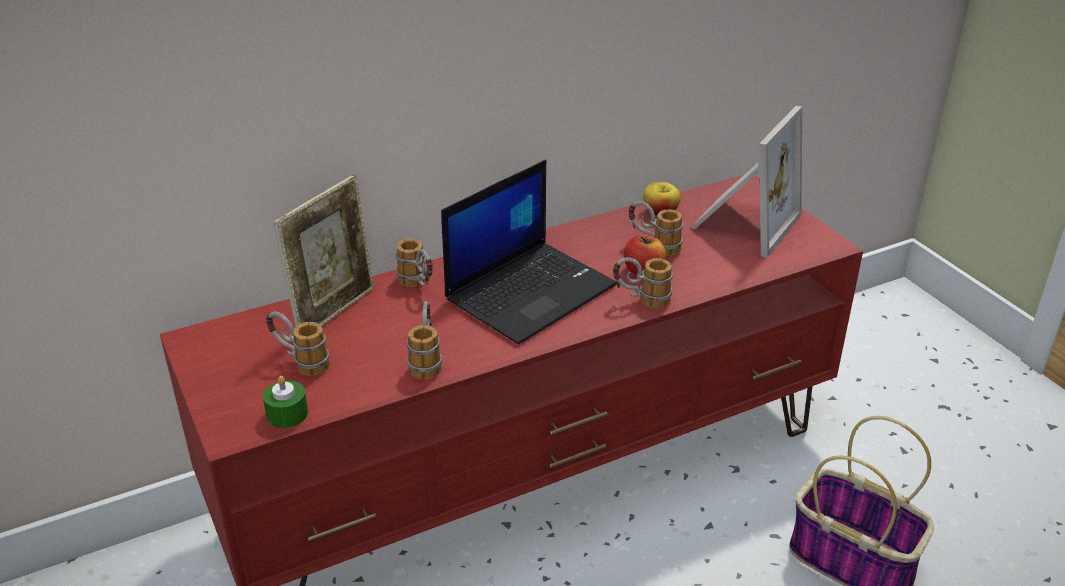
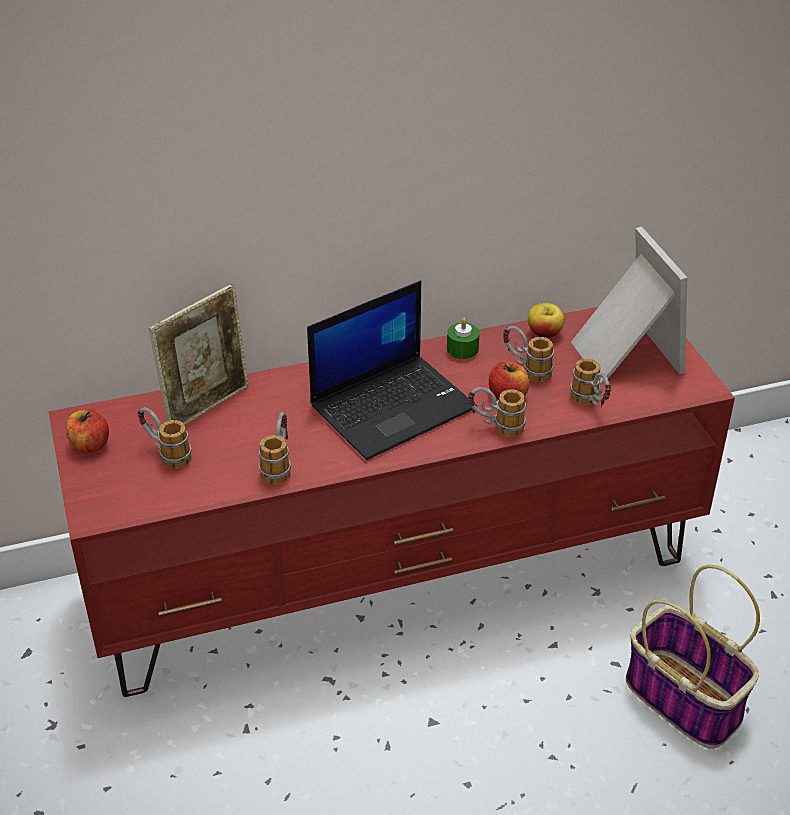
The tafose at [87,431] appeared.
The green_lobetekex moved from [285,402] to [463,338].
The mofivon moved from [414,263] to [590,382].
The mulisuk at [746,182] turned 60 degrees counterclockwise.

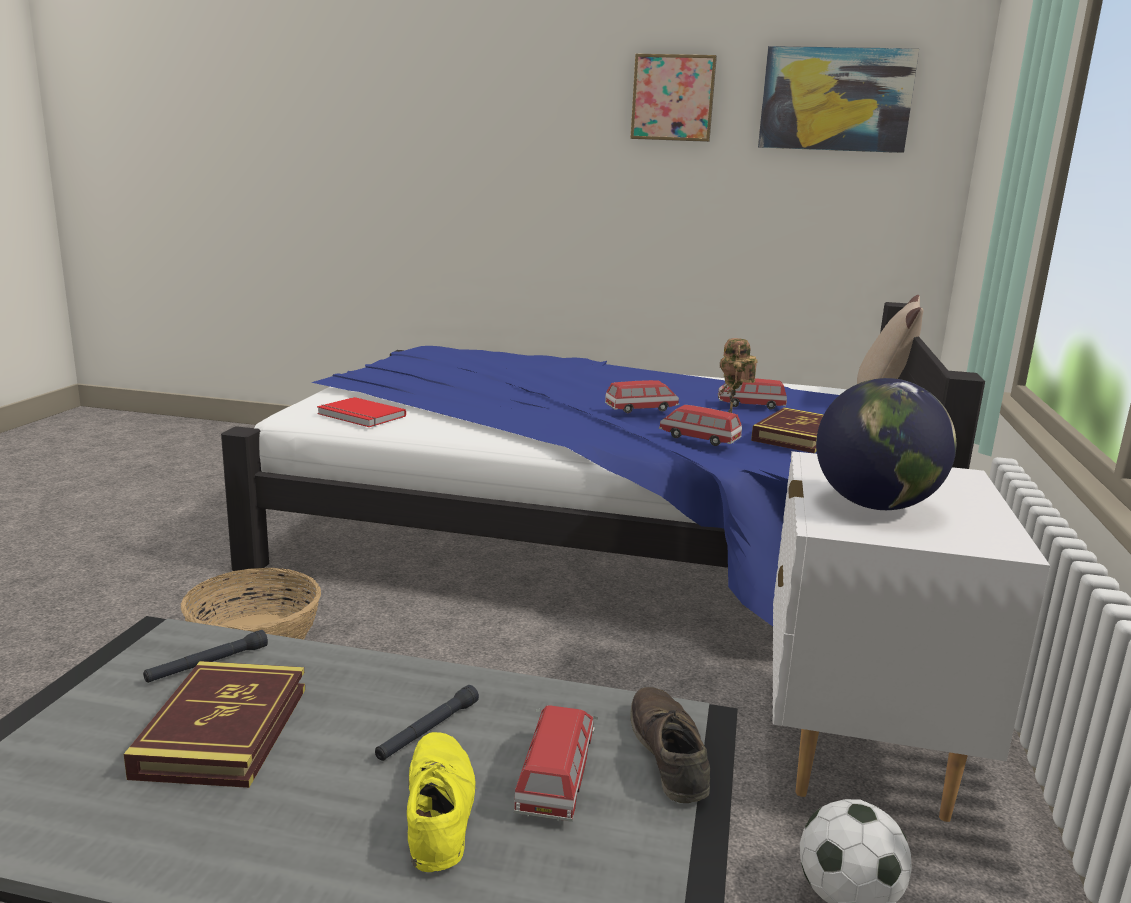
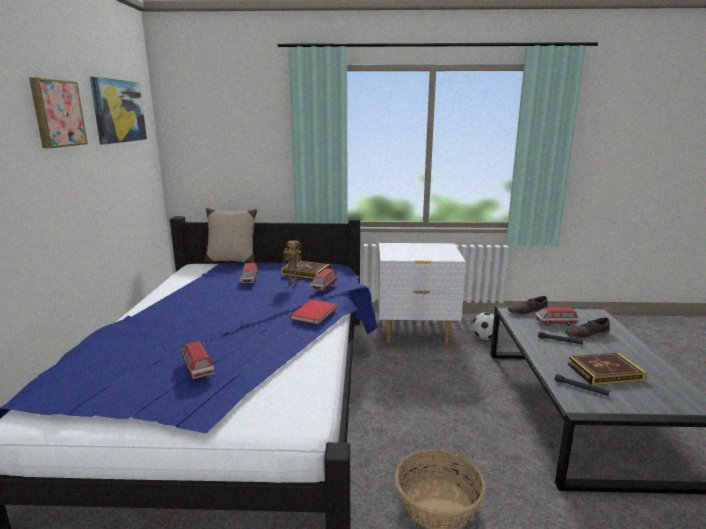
The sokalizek at [886,444] disappeared.
The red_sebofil moved from [361,412] to [313,312].
The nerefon moved from [642,396] to [197,360].
The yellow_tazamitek at [441,802] became the brown_tazamitek at [587,328].

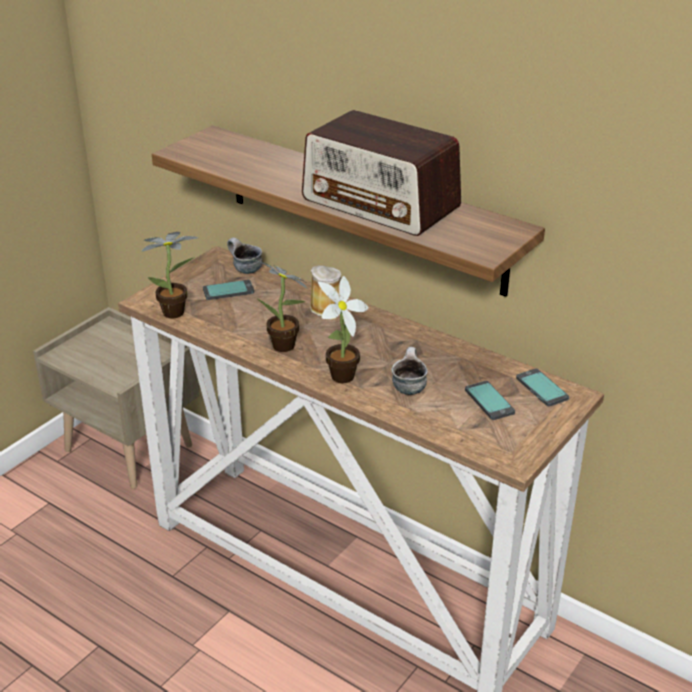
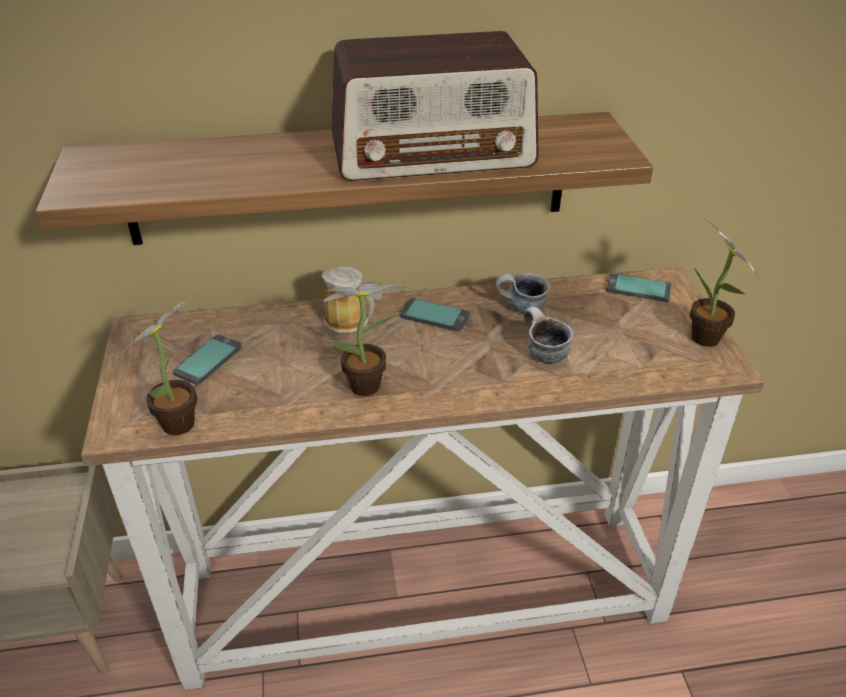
The mofivon moved from [244,256] to [523,293].
The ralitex moved from [343,329] to [725,283].
The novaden moved from [490,400] to [435,314].

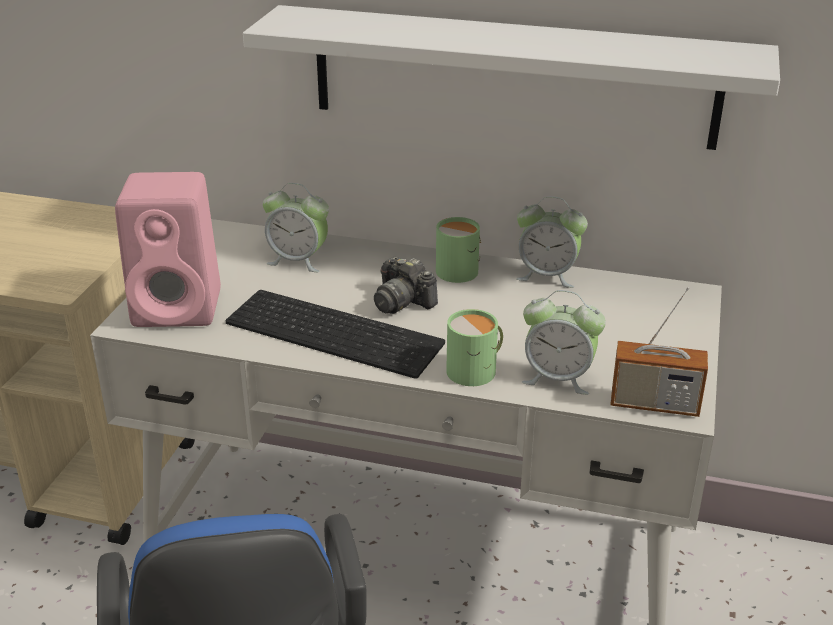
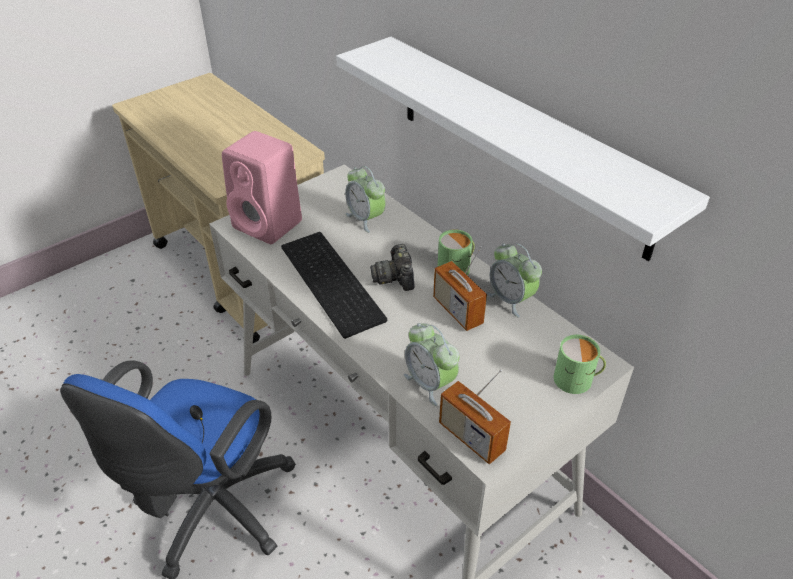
The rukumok at [460,288] appeared.
The green_mofivon moved from [474,347] to [580,364].

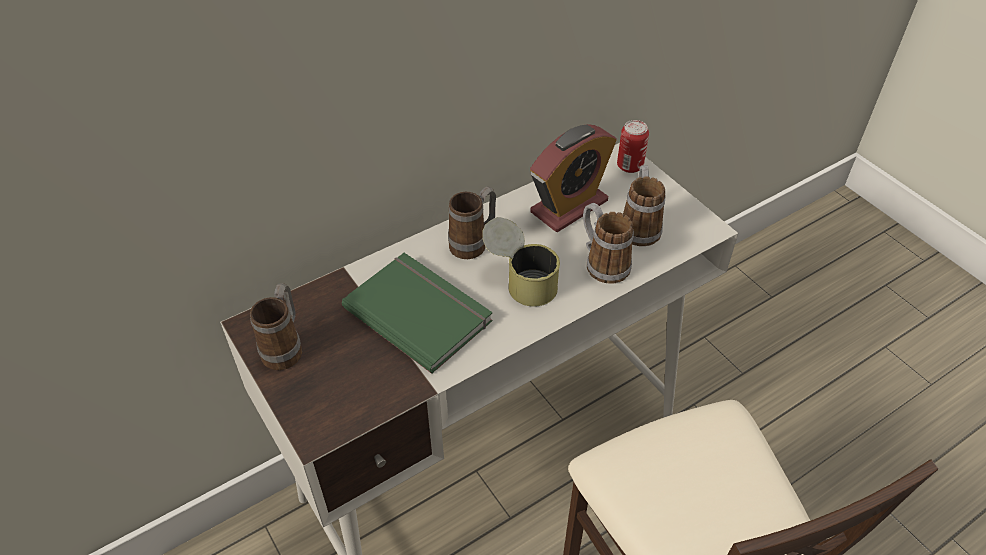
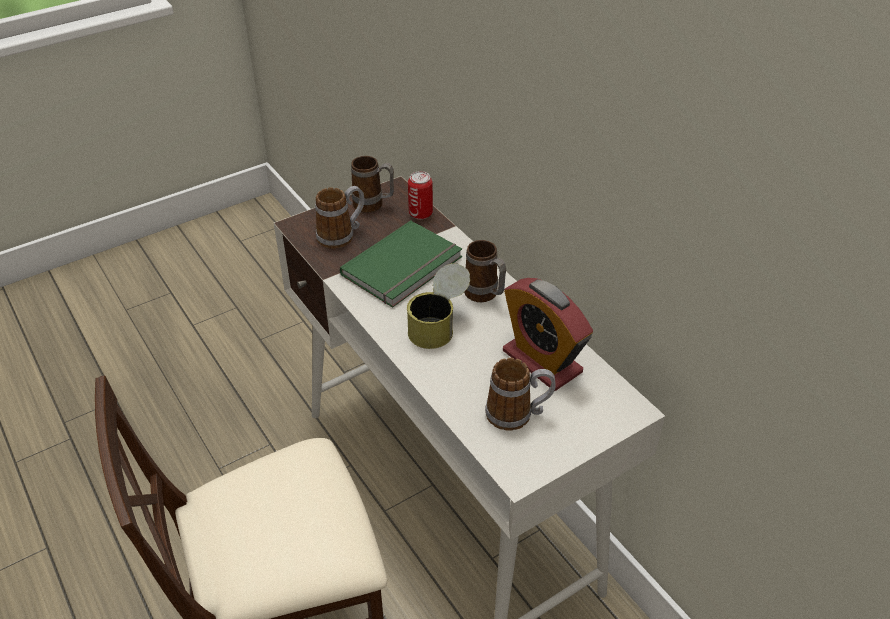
The mofivon moved from [608,243] to [339,217].
The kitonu moved from [633,146] to [420,195].

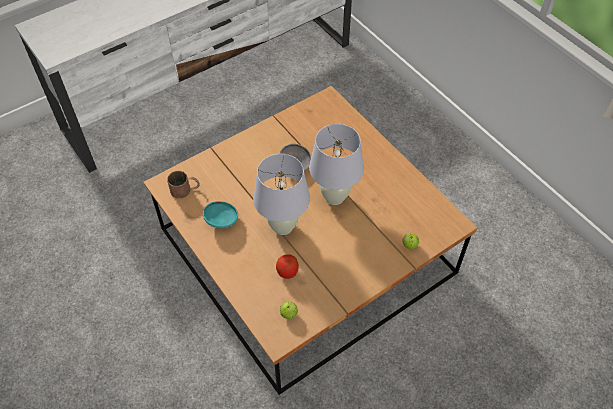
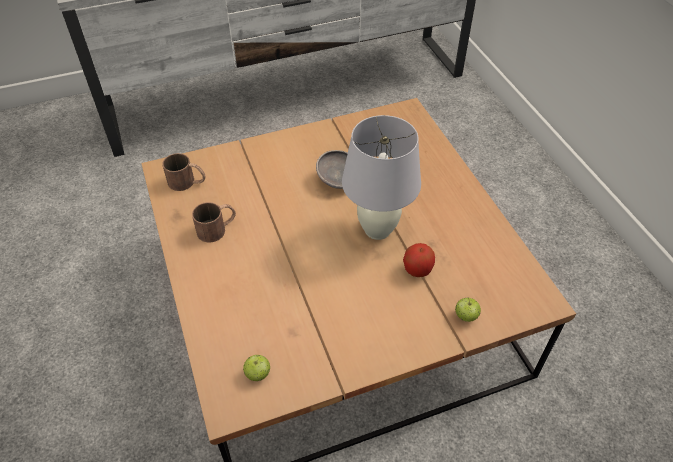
The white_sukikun at [281,194] disappeared.
The tafose moved from [287,266] to [419,260].
The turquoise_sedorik at [220,214] was replaced by the brown_mofivon at [214,222].

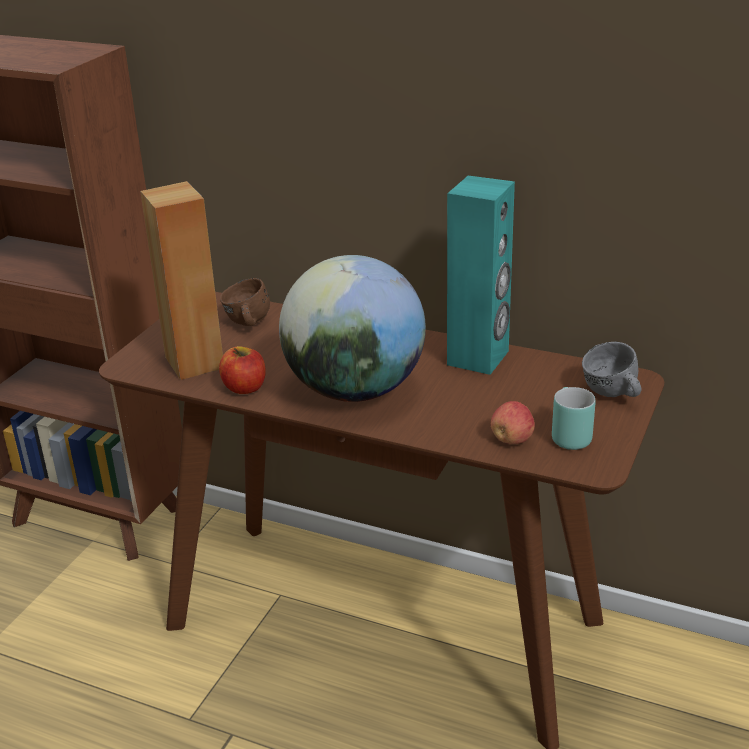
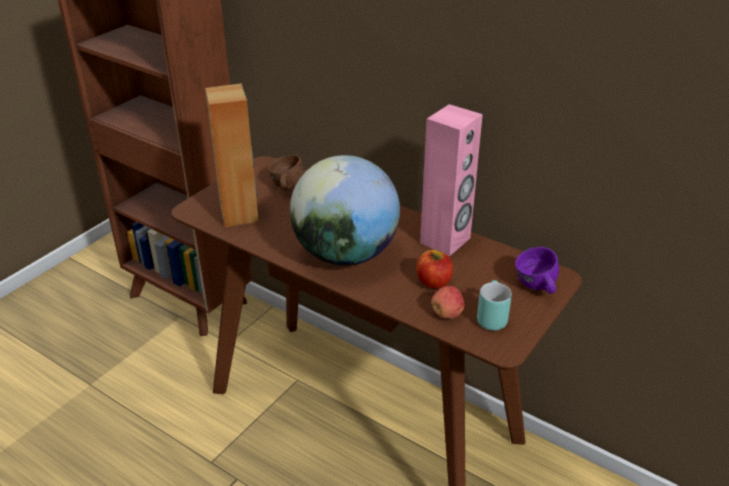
The tafose moved from [242,370] to [434,269].
The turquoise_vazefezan at [481,275] became the pink_vazefezan at [451,180].
The grey_mofivon at [611,369] became the purple_mofivon at [537,270].

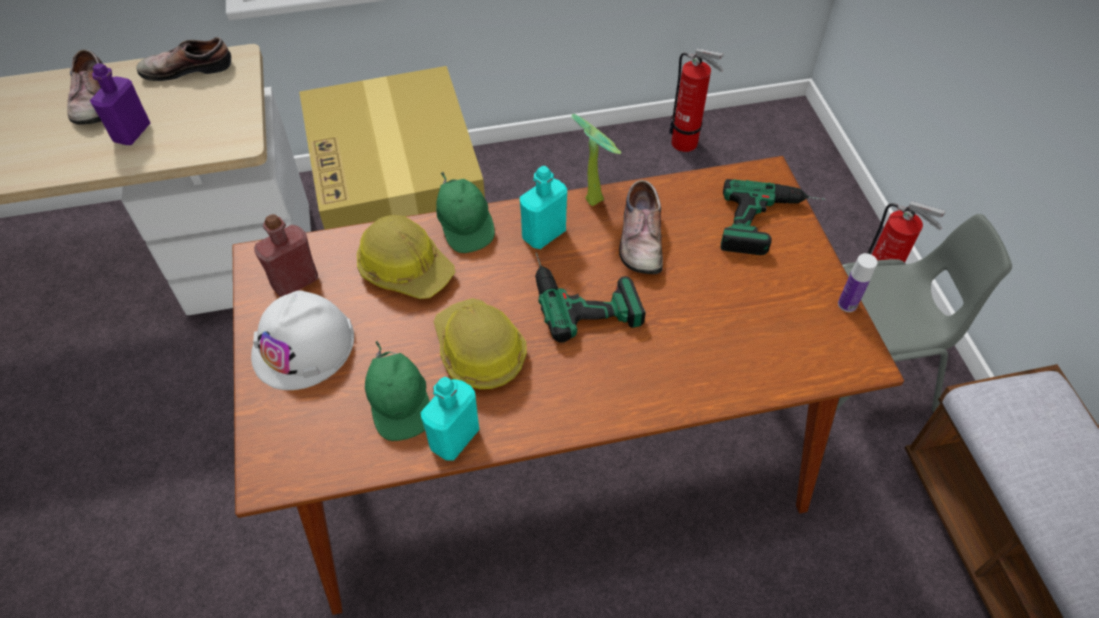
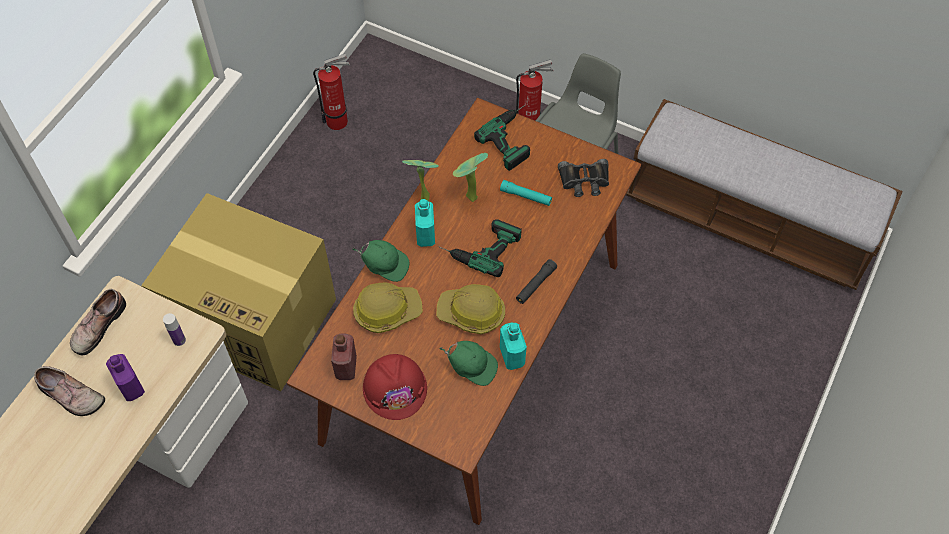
The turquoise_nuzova at [526,193] appeared.
The black_nuzova at [536,281] appeared.
The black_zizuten at [583,178] appeared.
The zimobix moved from [857,282] to [174,329].
The tazamitek at [641,227] was replaced by the ralitex at [470,177].
The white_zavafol at [302,340] became the red_zavafol at [395,387].

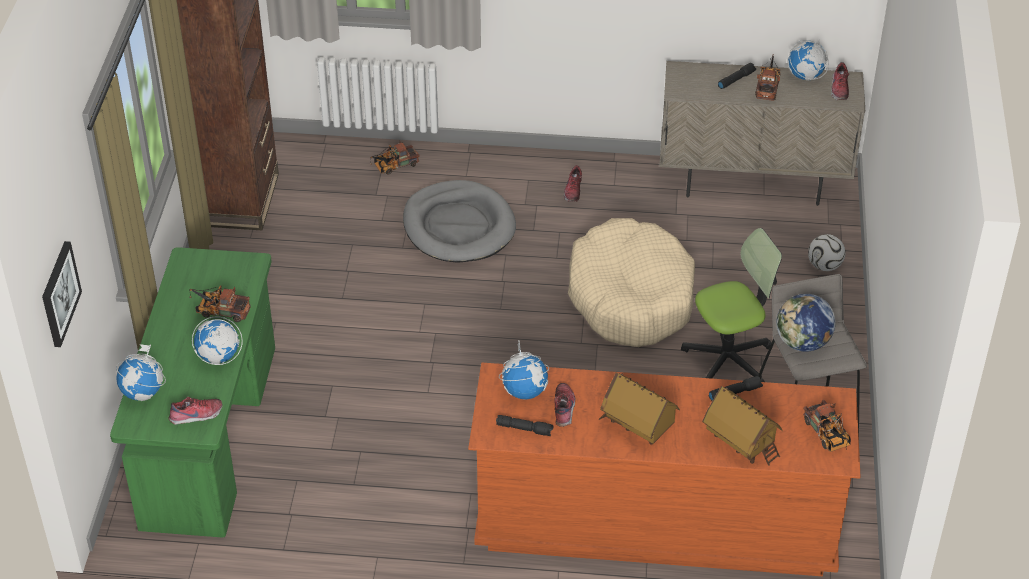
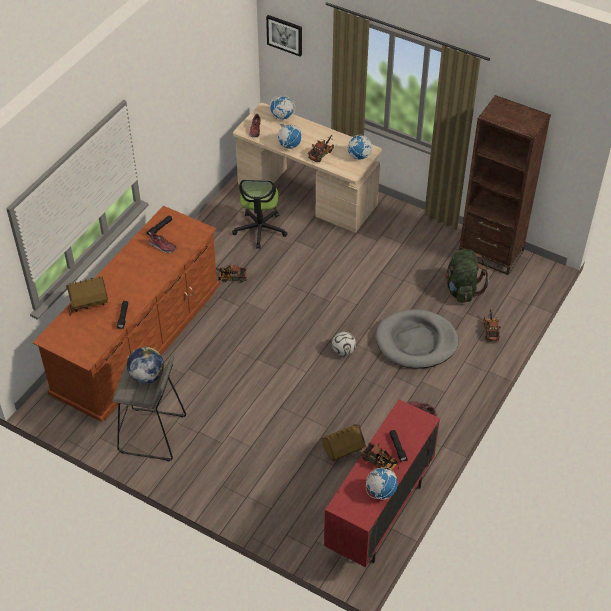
The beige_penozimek at [631,282] disappeared.
The tazamitek at [840,81] disappeared.
The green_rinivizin at [466,276] appeared.
The sokalizek moved from [524,370] to [360,146].
The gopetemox moved from [639,408] to [343,443].
The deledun moved from [731,305] to [260,214].
The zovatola moved from [827,426] to [231,273].
The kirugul moved from [827,252] to [344,344].
The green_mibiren at [192,392] became the beige_mibiren at [307,168].
The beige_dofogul at [762,133] became the red_dofogul at [382,483].

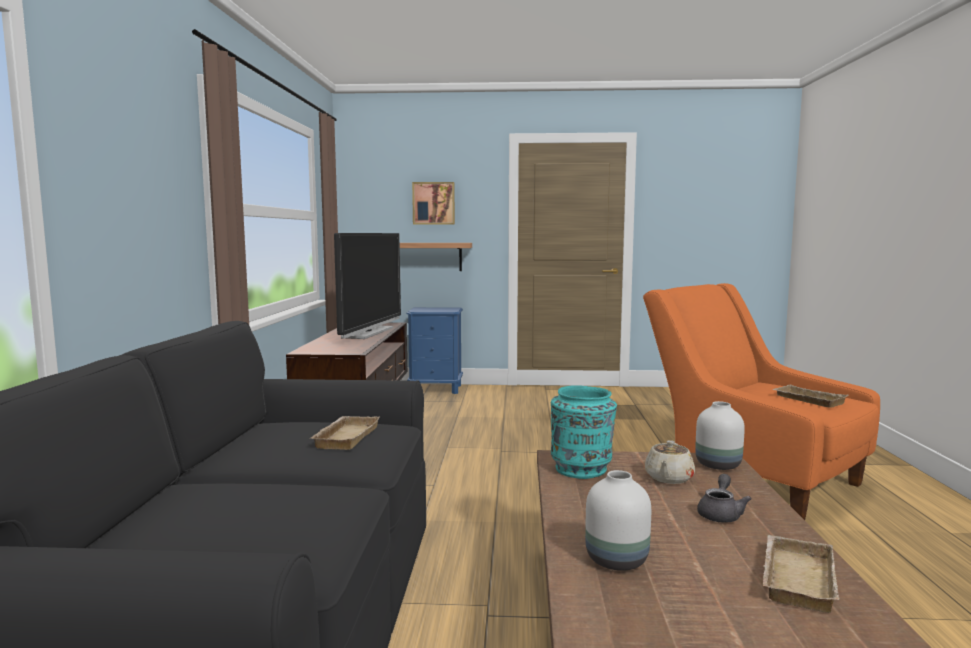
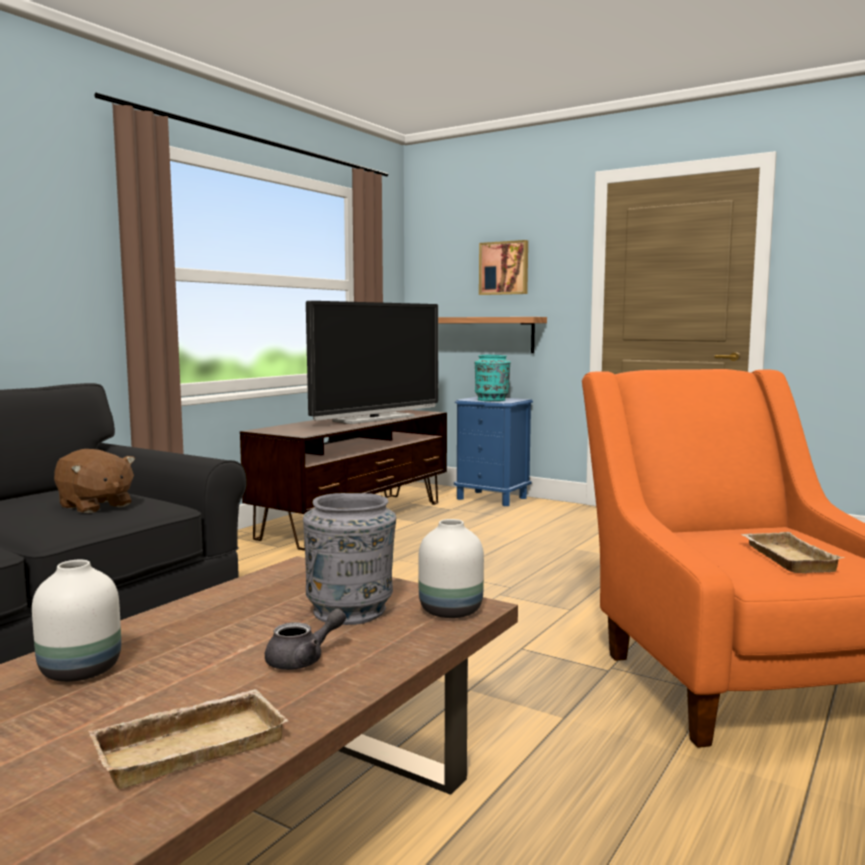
The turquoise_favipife moved from [584,432] to [492,378].
The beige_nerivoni at [345,433] was replaced by the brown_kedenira at [94,481].
The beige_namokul at [670,462] was replaced by the grey_favipife at [349,559].

